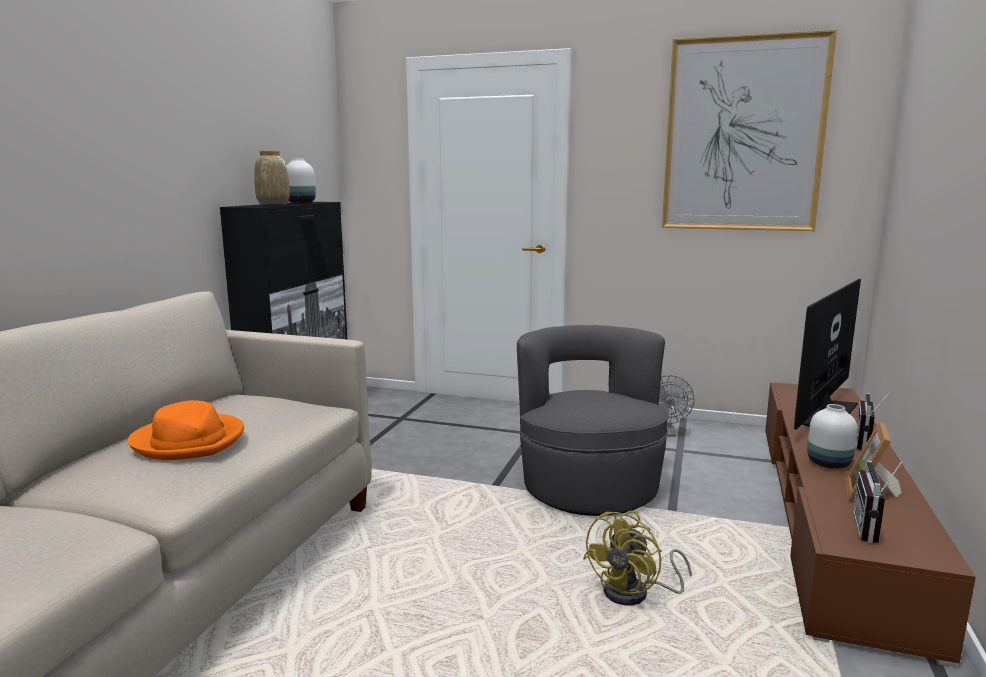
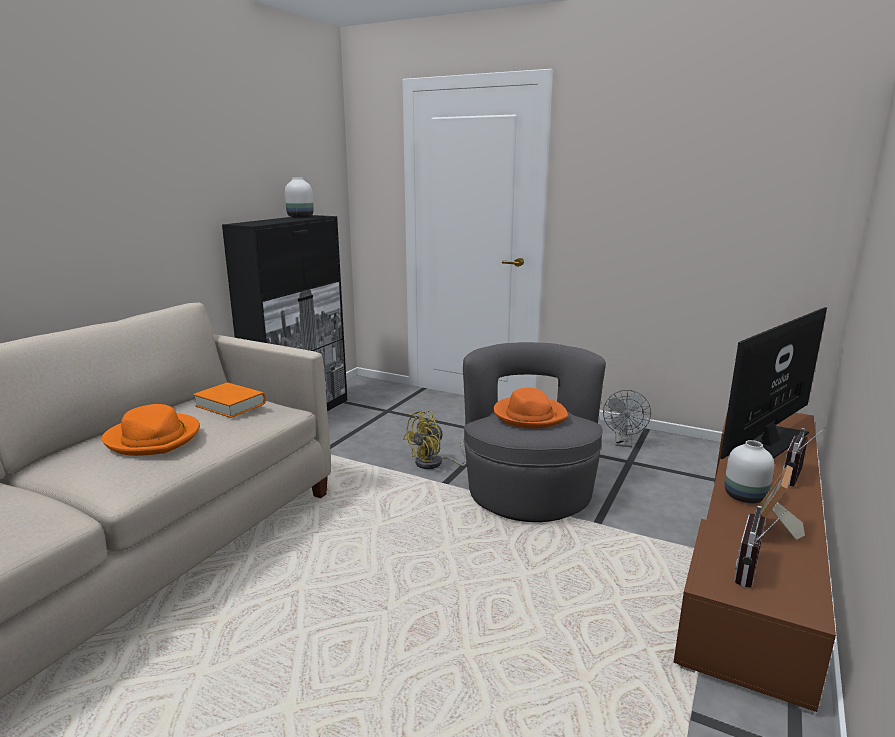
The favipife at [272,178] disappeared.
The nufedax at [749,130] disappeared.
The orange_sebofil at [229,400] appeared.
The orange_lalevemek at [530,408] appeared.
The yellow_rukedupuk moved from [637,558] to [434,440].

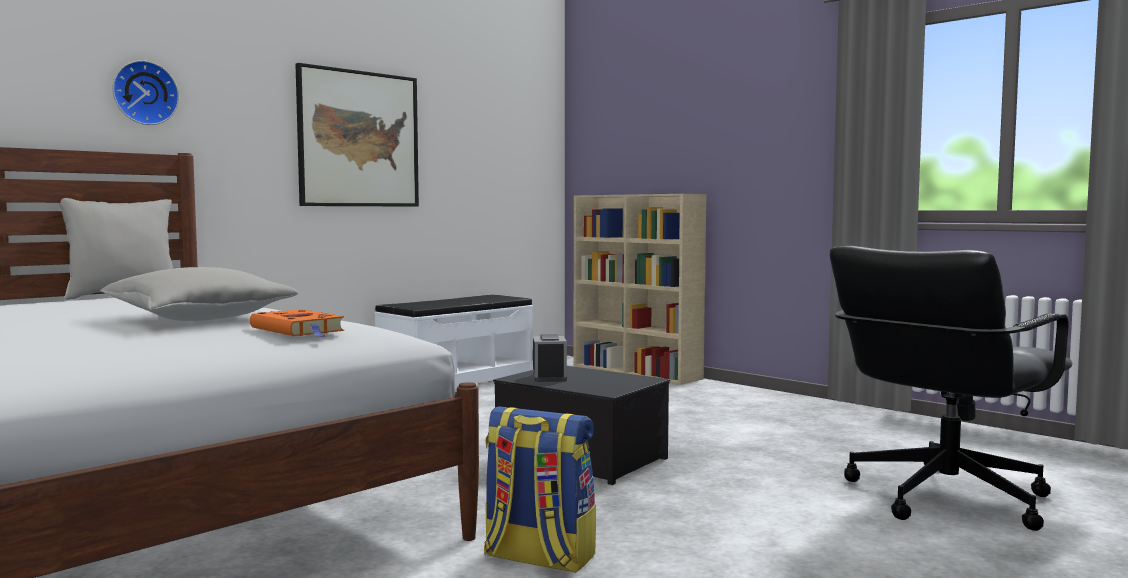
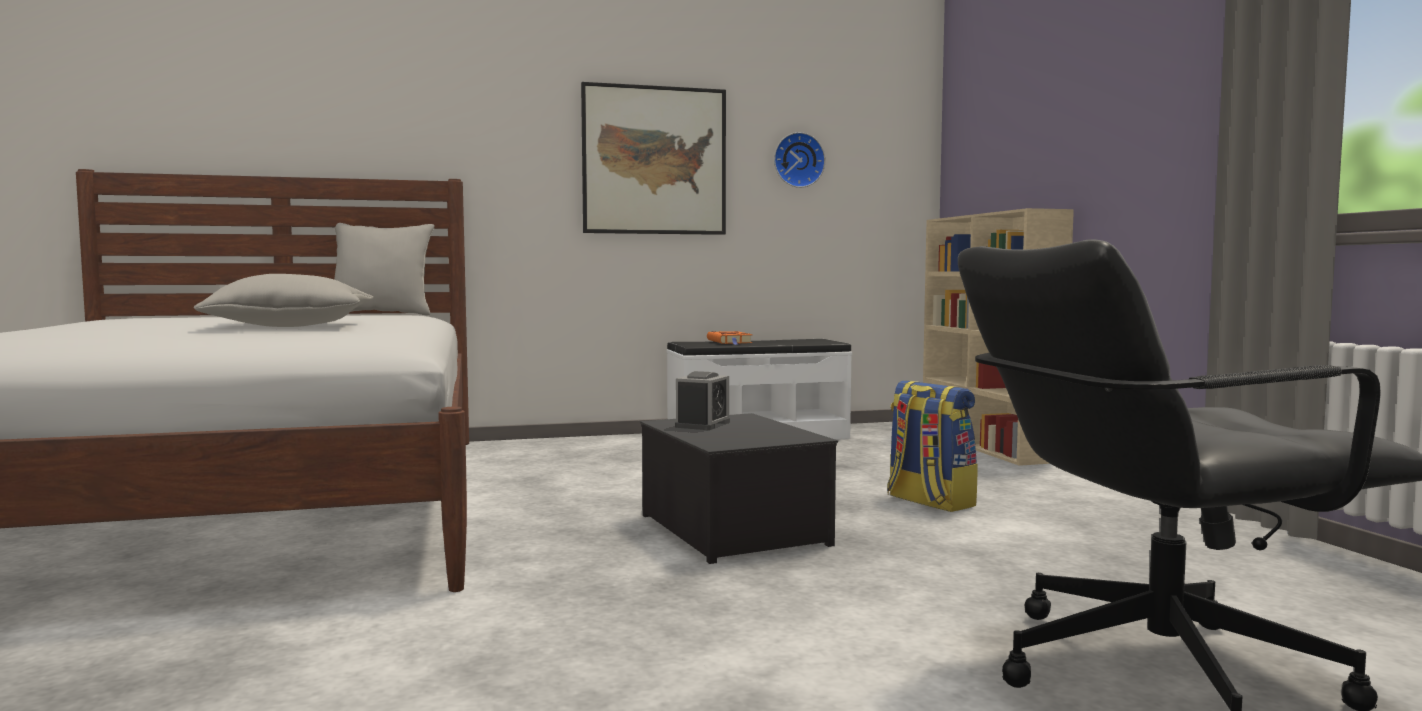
The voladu moved from [145,92] to [799,160].
The orange_sebofil moved from [297,323] to [729,338].
The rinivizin moved from [540,489] to [932,446].

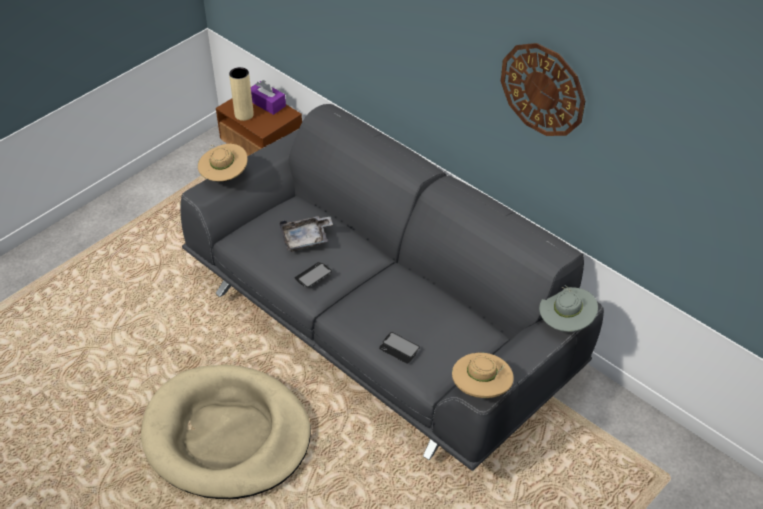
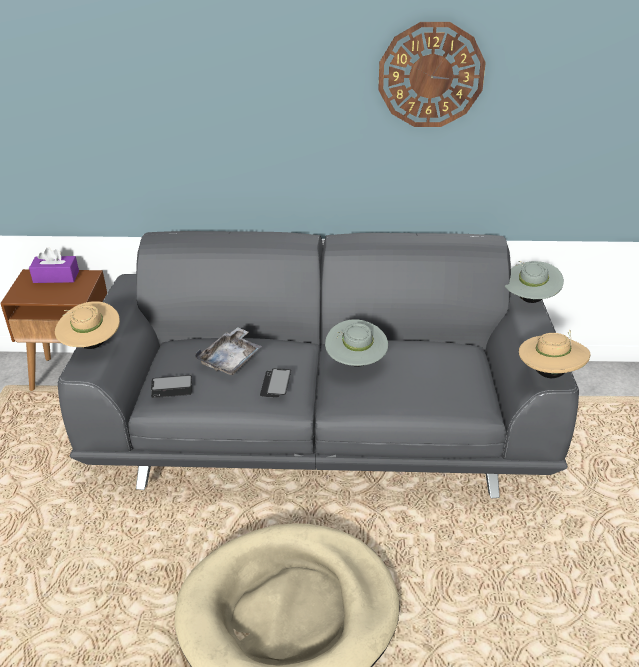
The beige_favipife at [241,94] disappeared.
The grey_lalevemek at [356,343] appeared.
The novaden moved from [399,348] to [171,386].

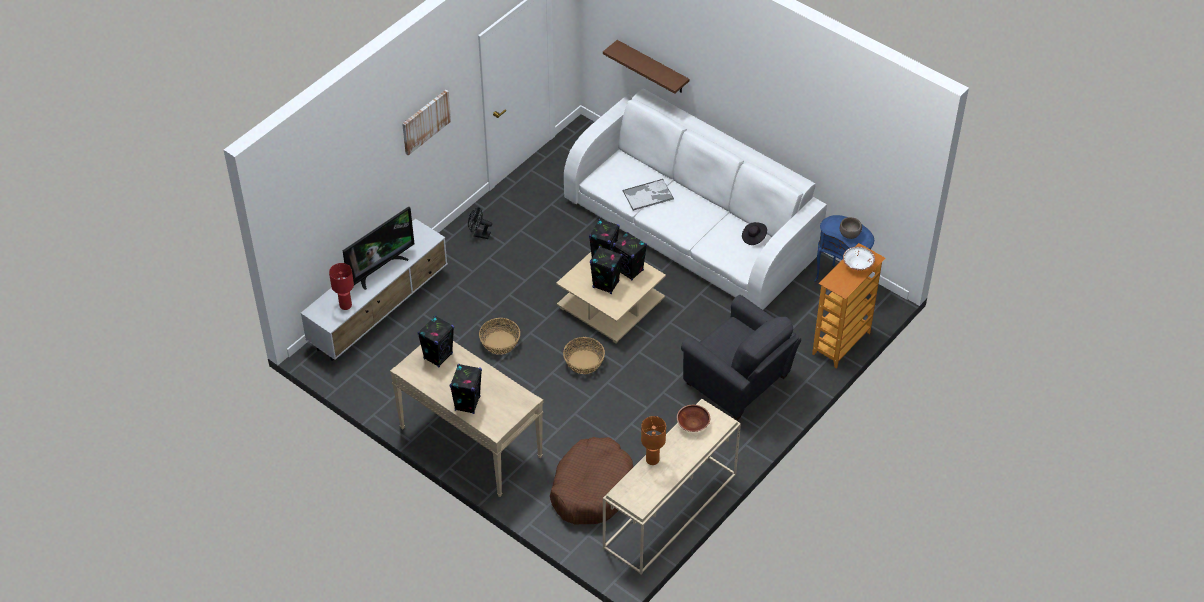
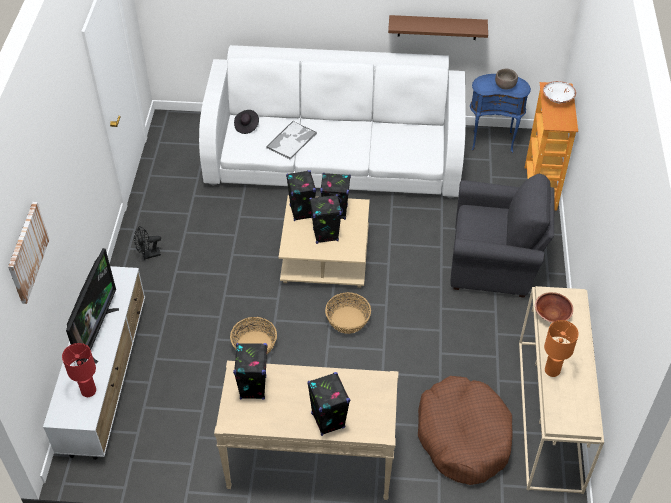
The nufedax moved from [426,122] to [28,253].
The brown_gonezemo moved from [646,67] to [438,27].
The black_lalevemek moved from [754,233] to [246,122].

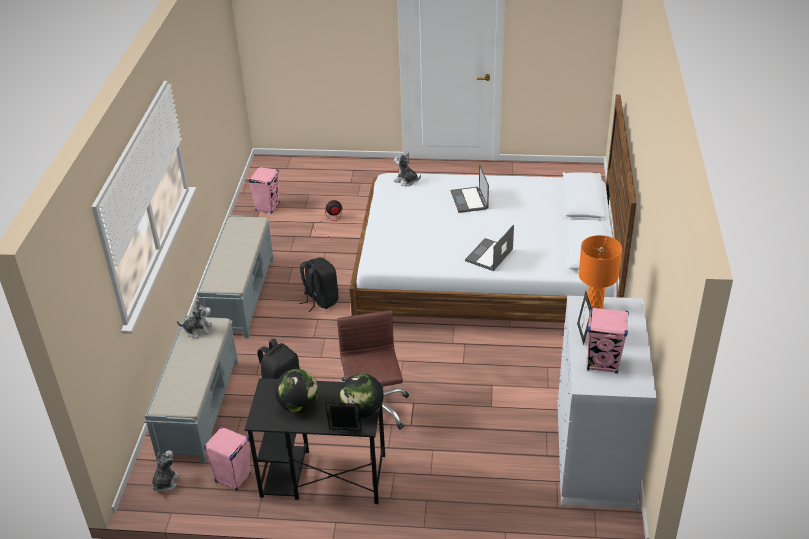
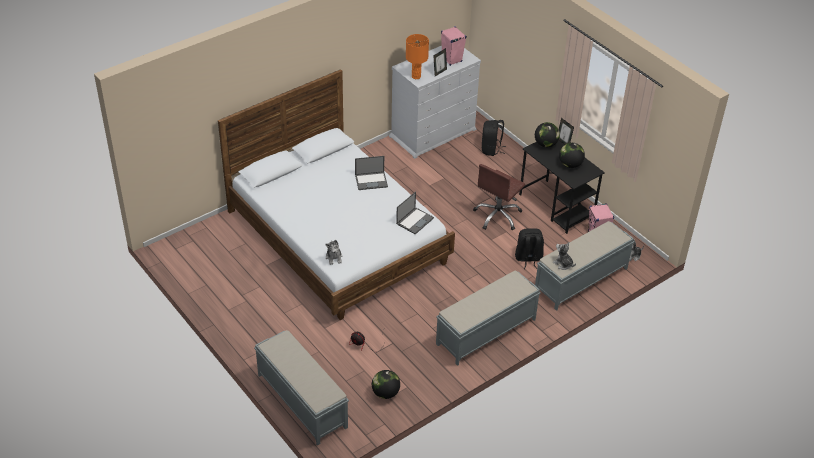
The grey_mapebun at [301,388] appeared.
The black_rinivizin moved from [319,284] to [494,138].
The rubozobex moved from [470,188] to [415,212].
The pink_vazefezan at [264,189] was replaced by the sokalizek at [386,384].

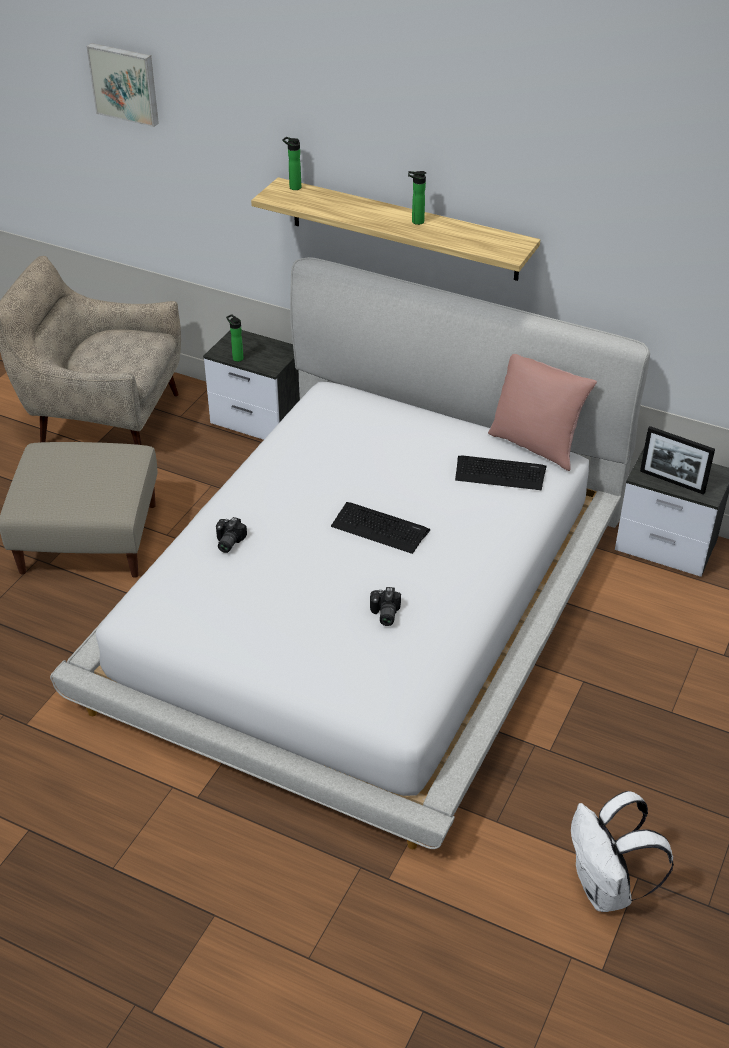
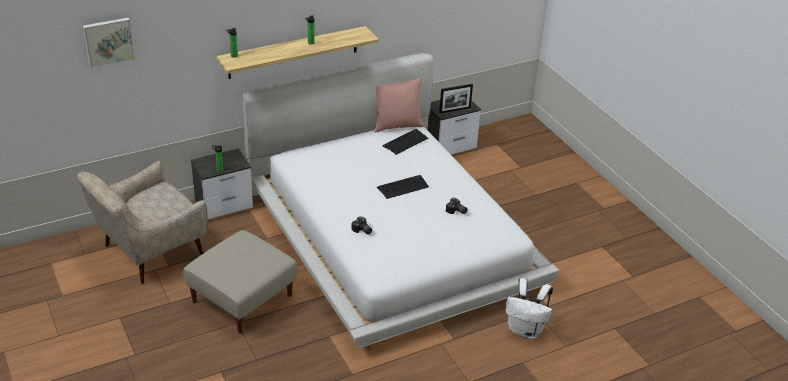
The white_rinivizin moved from [622,851] to [529,308].

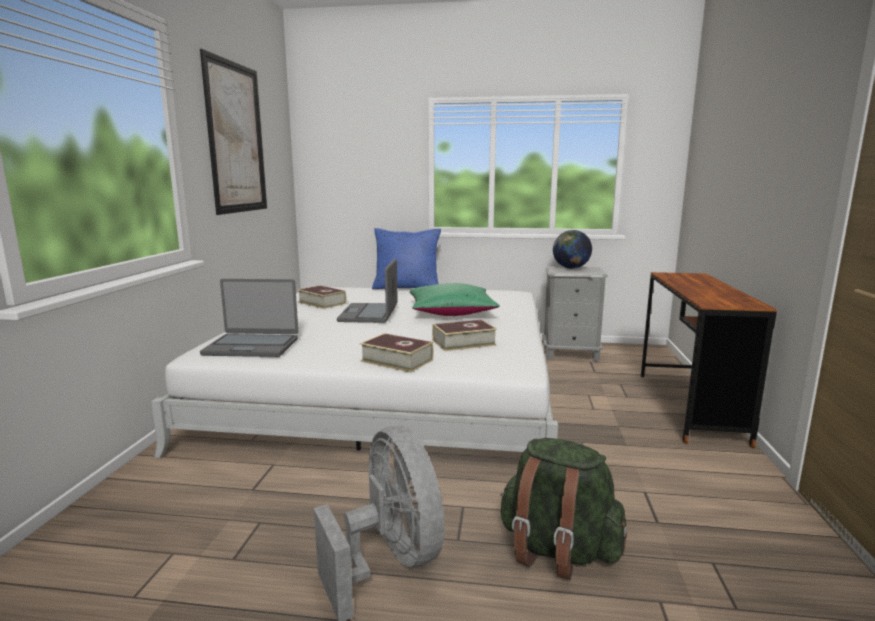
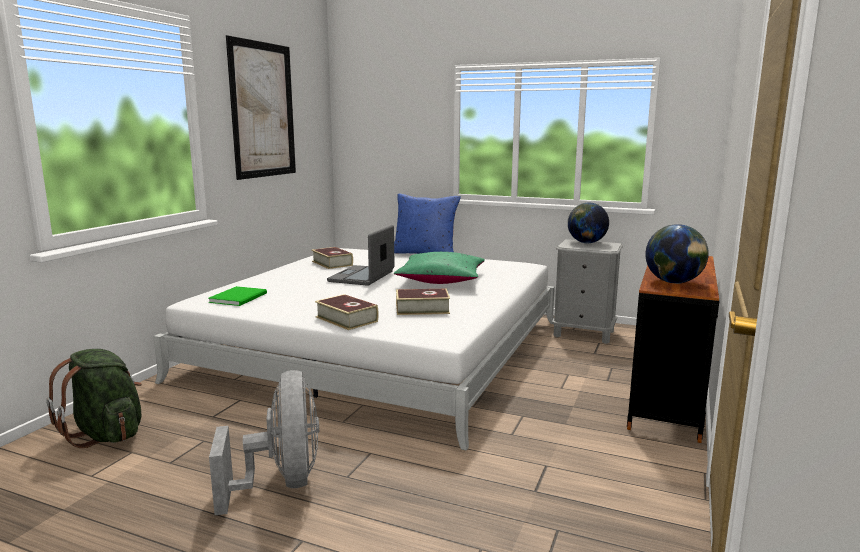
The sokalizek at [677,254] appeared.
The green_rinivizin moved from [563,509] to [94,398].
The rubozobex at [249,318] was replaced by the green_sebofil at [238,296].

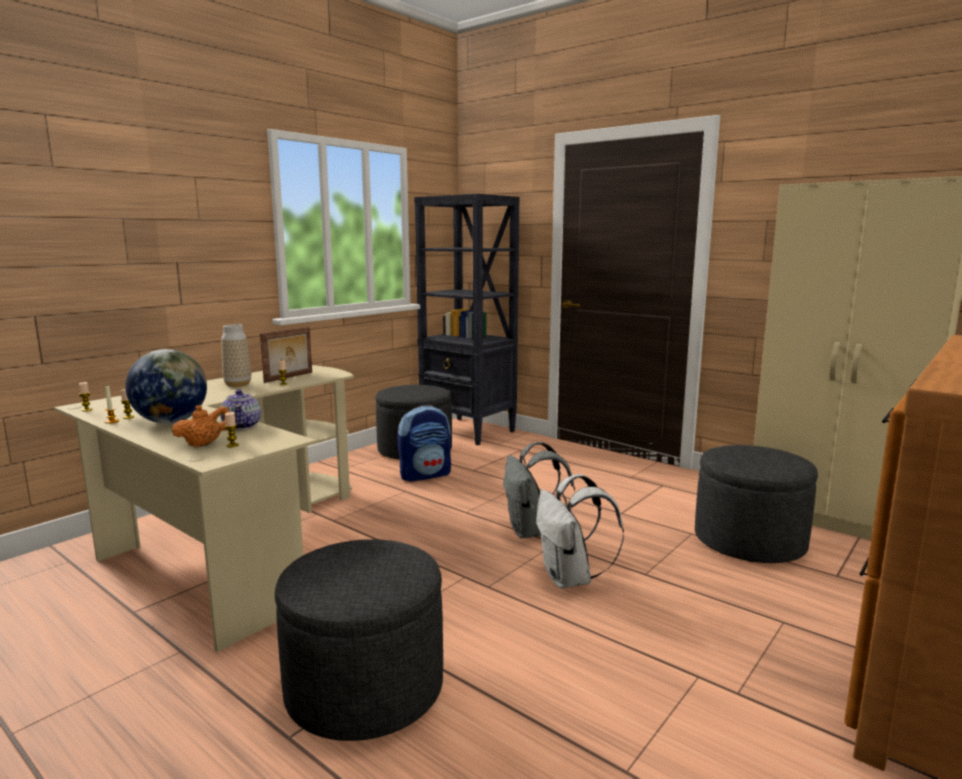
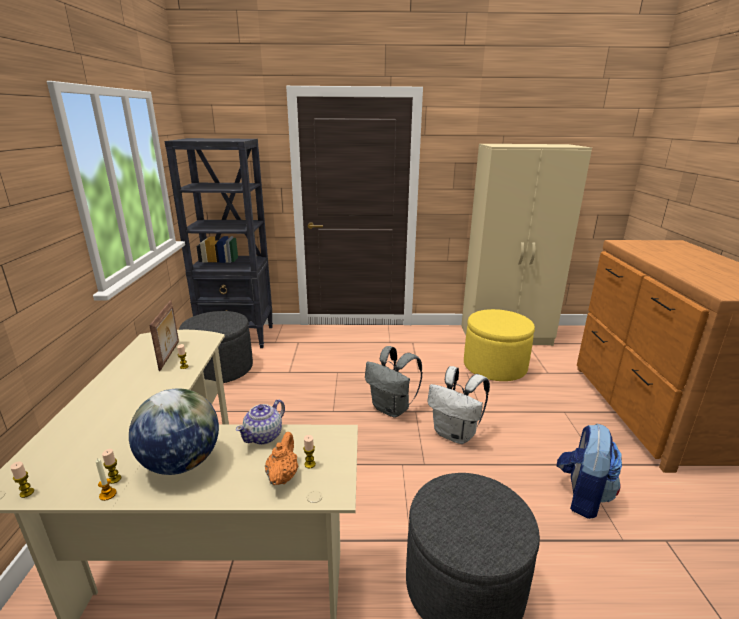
The favipife at [236,355] disappeared.
The rinivizin moved from [424,443] to [589,471].
The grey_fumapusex at [756,504] became the yellow_fumapusex at [499,345].
The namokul at [240,410] turned 90 degrees clockwise.

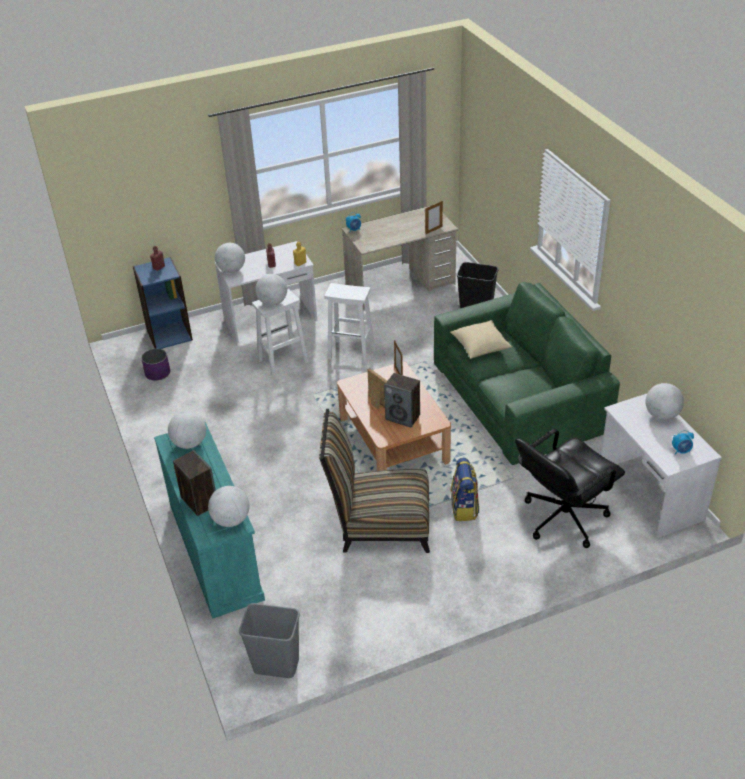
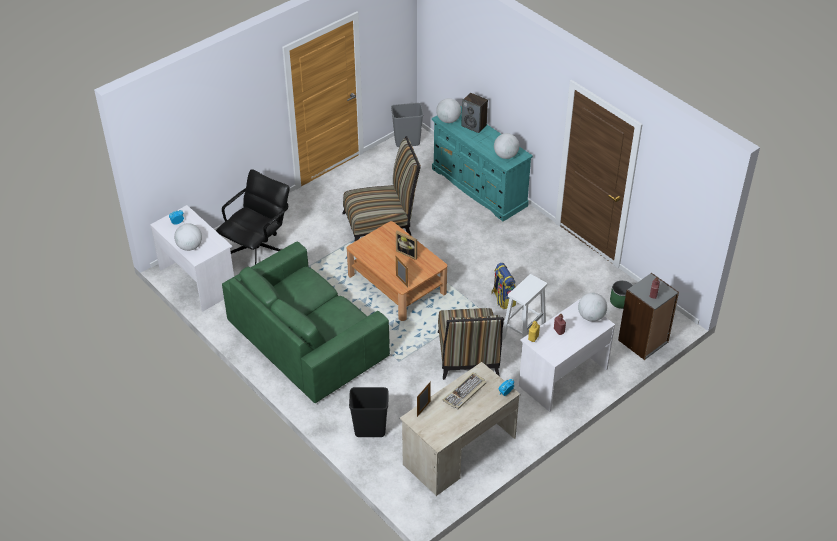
The sokalizek at [271,290] disappeared.
The vazefezan at [402,400] disappeared.
The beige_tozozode at [481,339] disappeared.
The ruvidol at [465,391] appeared.
The rinivizin moved from [464,489] to [503,286].
The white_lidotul at [349,323] was replaced by the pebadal at [471,344].
The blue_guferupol at [163,303] became the grey_guferupol at [648,316].
The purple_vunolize at [155,364] became the green_vunolize at [621,294].

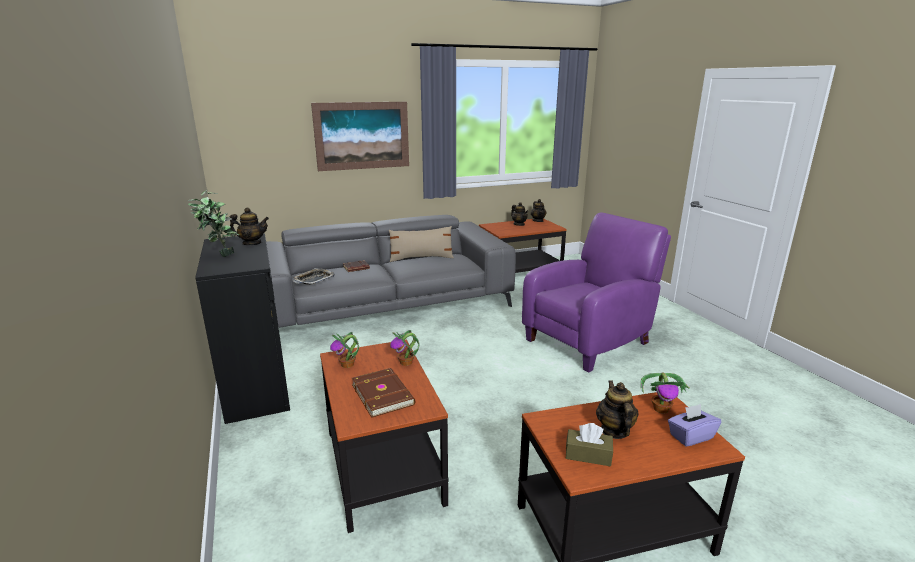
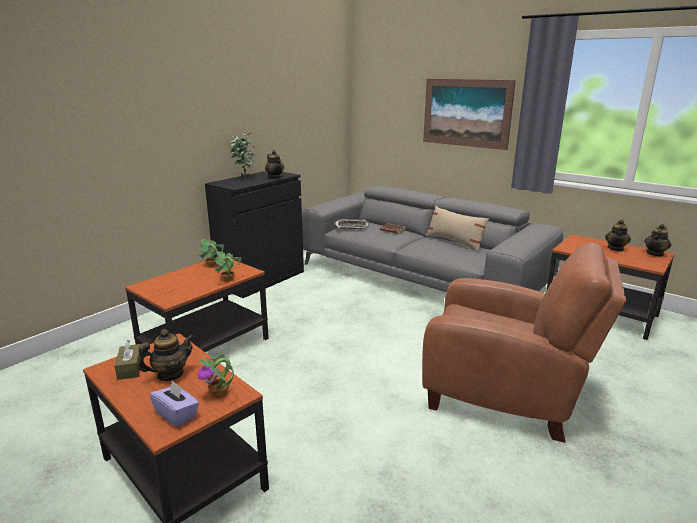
The brown_sebofil at [383,393] disappeared.
The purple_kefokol at [596,293] became the brown_kefokol at [524,342].

